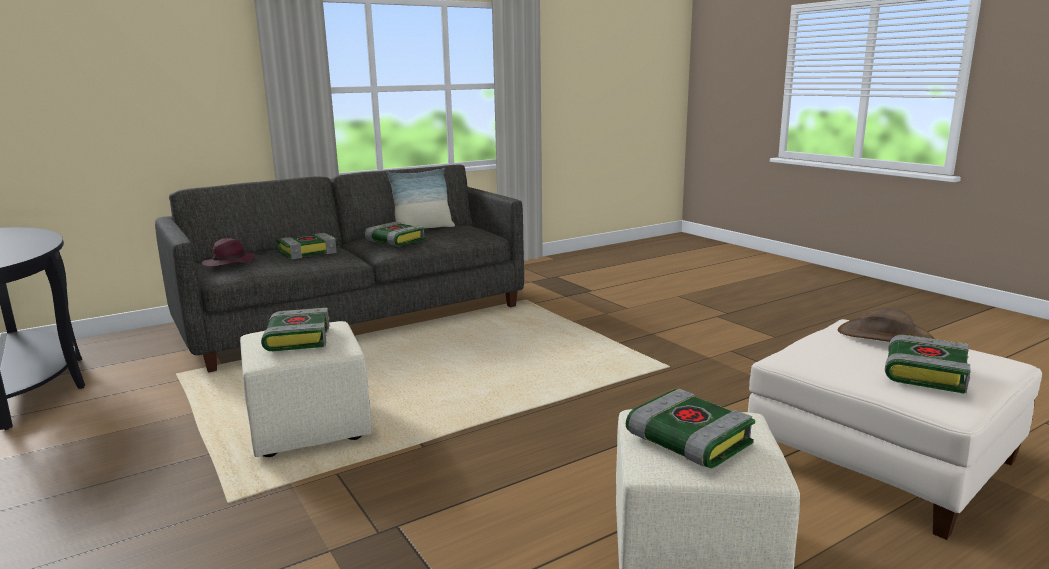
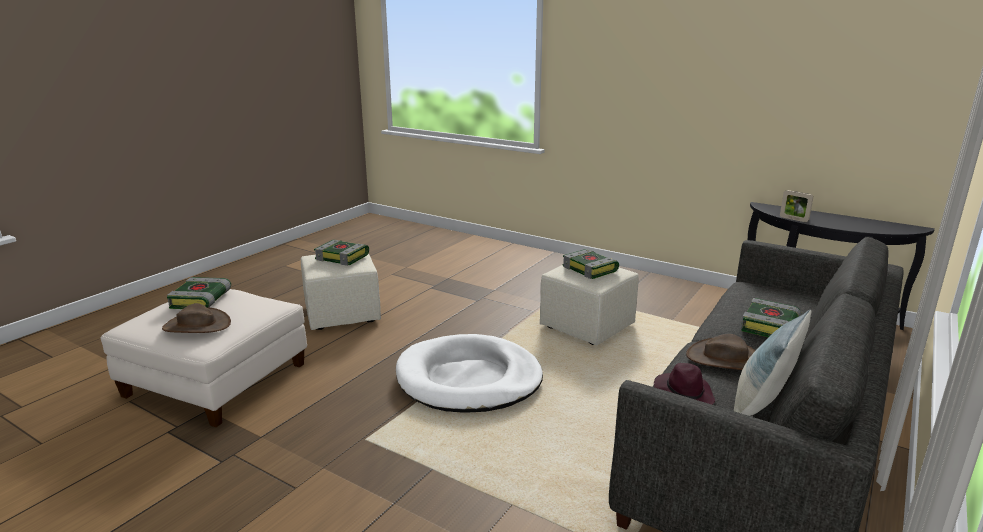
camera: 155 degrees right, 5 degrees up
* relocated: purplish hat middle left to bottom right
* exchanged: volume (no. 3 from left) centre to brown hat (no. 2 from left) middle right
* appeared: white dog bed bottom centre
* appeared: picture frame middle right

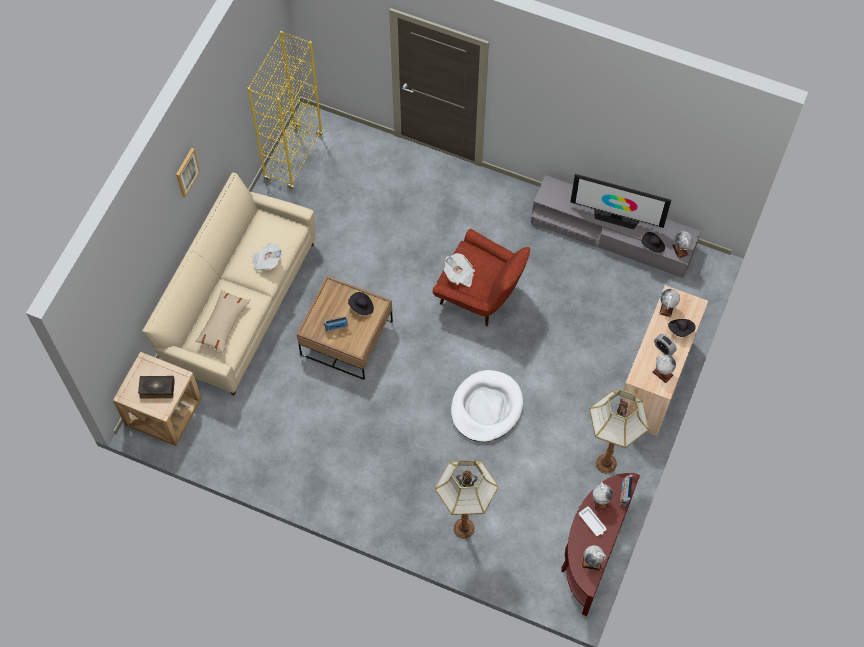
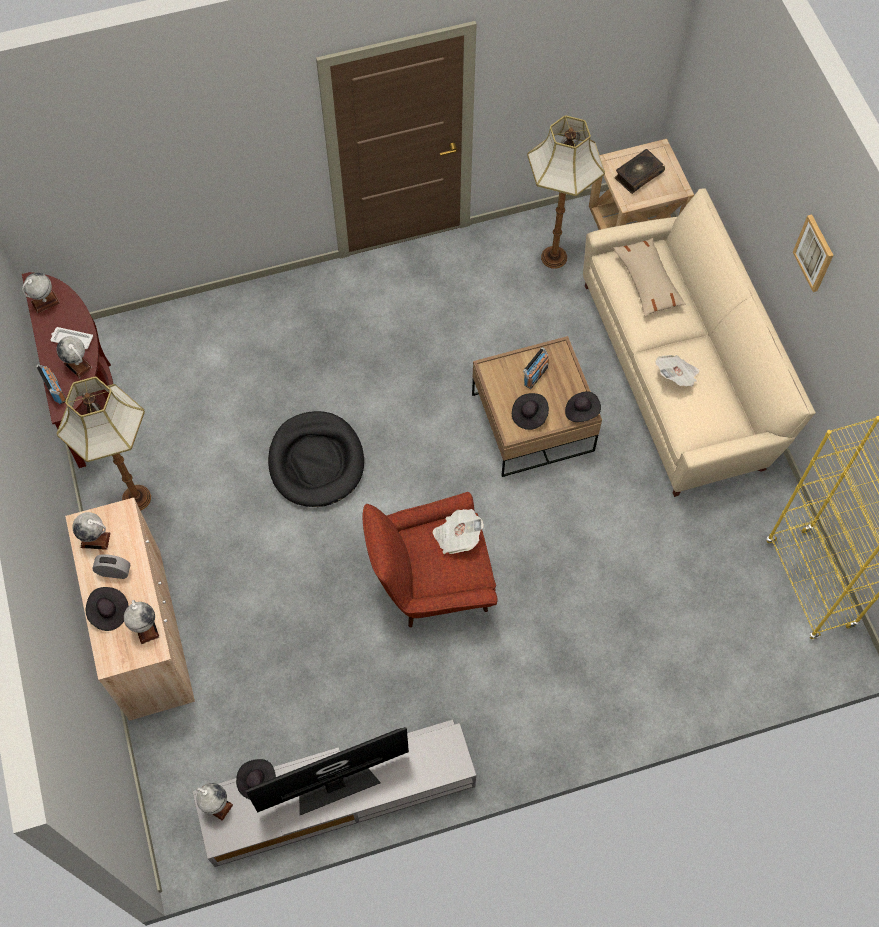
camera: 140 degrees right, 0 degrees up
* relocated: floor lamp (no. 1 from left in the first image) bottom centre to floor lamp (no. 2 from left) top centre
* colour: white dog bed centre to blackish dog bed centre
* appeared: blackish hat (no. 4 from left) centre

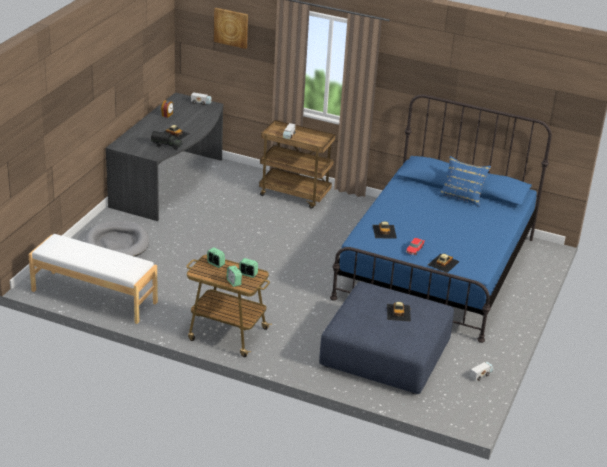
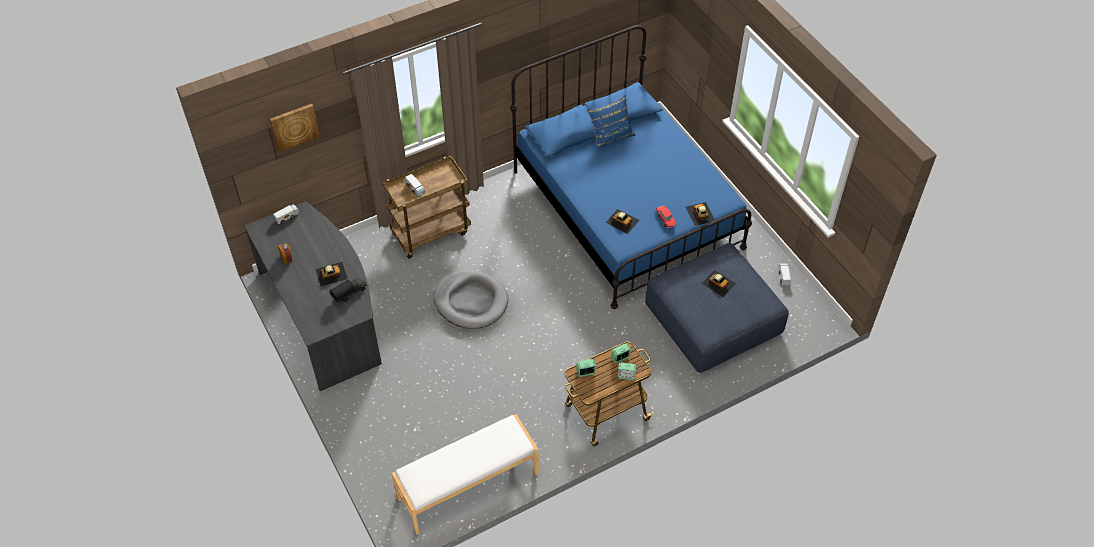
camera: 50 degrees left, 20 degrees up
* relocated: grey dog bed middle left to centre

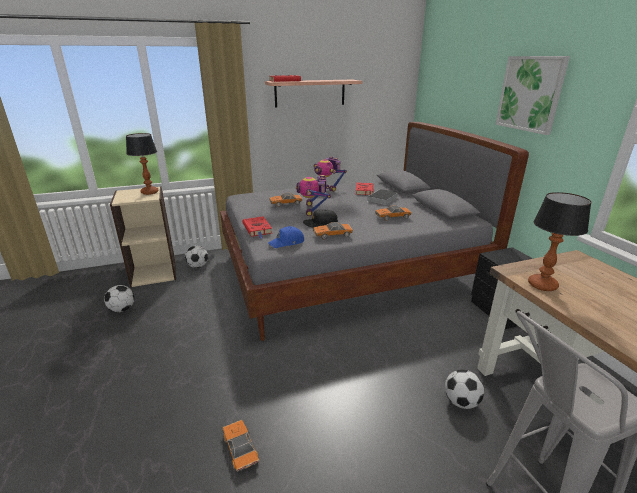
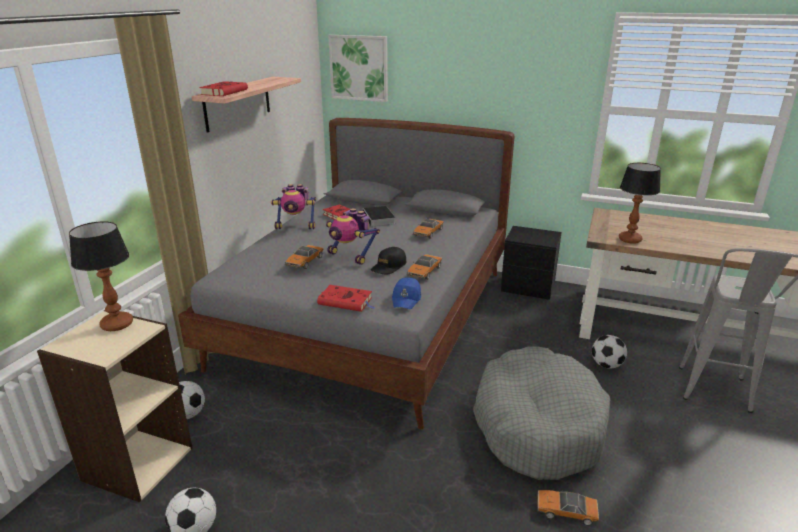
camera: 50 degrees left, 0 degrees up
* relocated: wall art top right to top centre
* appeared: grey dog bed bottom right

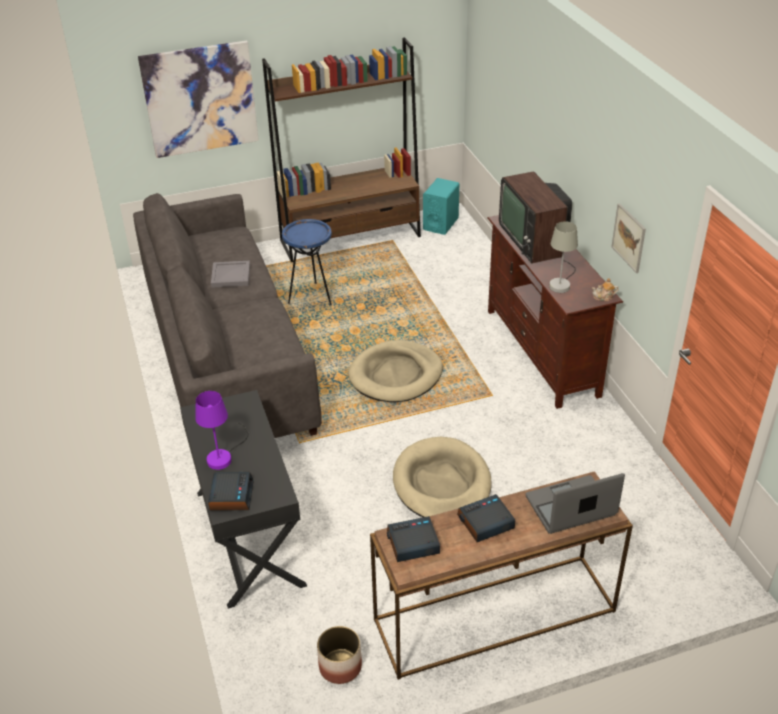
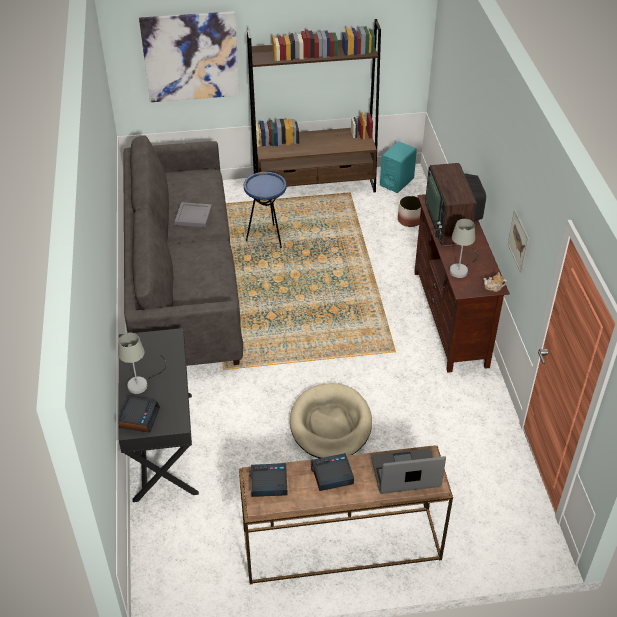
camera: 10 degrees right, 5 degrees up
* colour: purplish tabletop lamp middle left to grey tabletop lamp (no. 1 from left) middle left
* relocated: flower pot bottom centre to centre
* missing: beige-coloured dog bed (no. 1 from left) centre

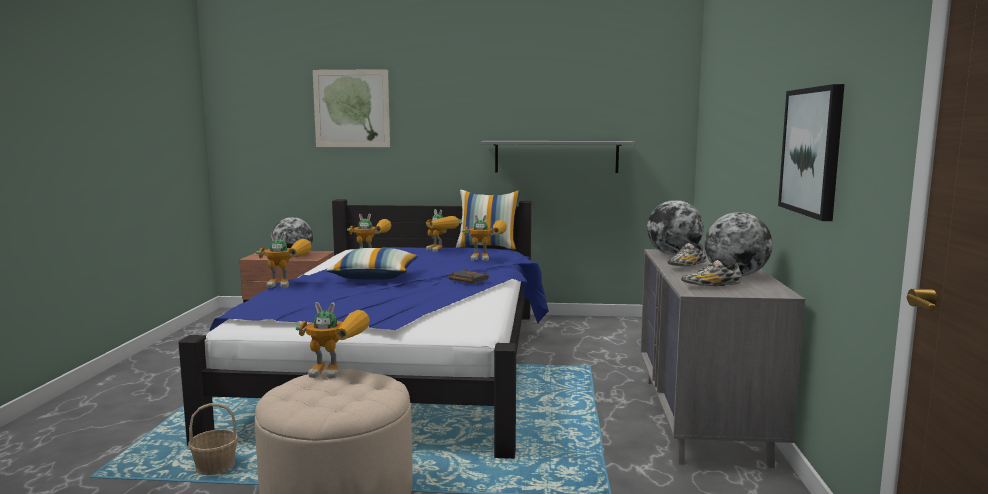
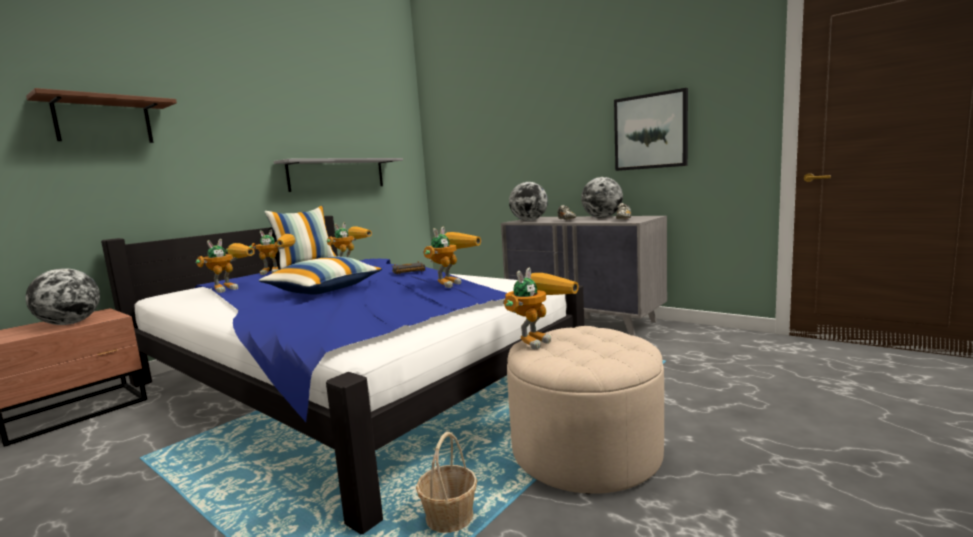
camera: 55 degrees left, 0 degrees up
* relocated: model robot (no. 1 from left in the first image) middle left to model robot (no. 4 from left) centre
* exchanged: wall art (no. 1 from left) top centre to brown bracket shelf top left

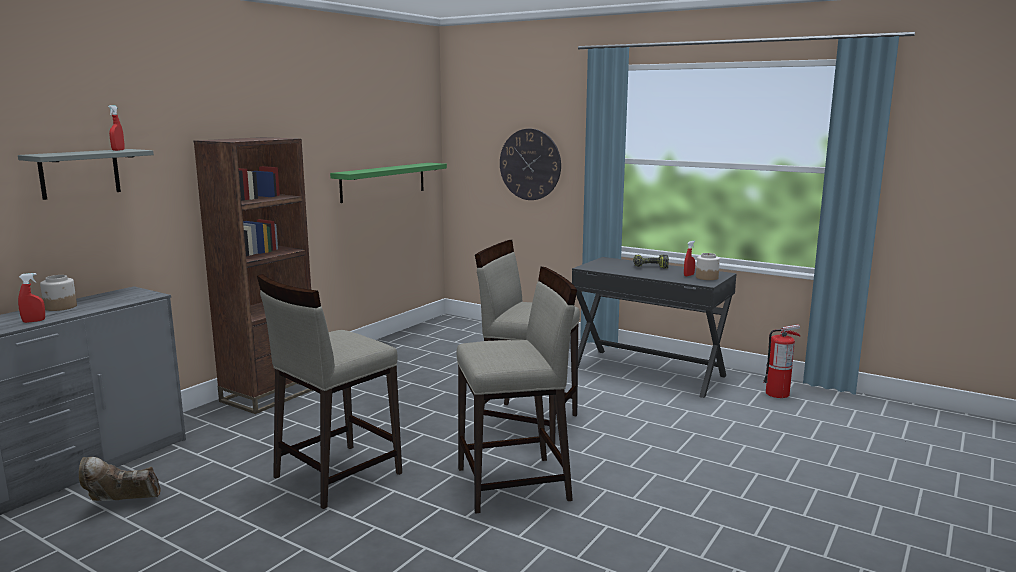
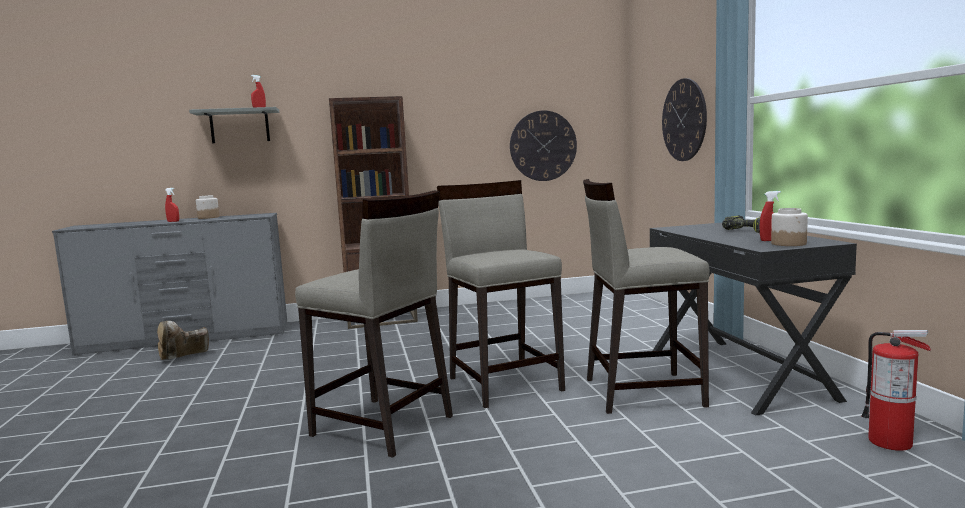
camera: 45 degrees right, 5 degrees down
* spun: brown tall boot bottom left = bottom left 75 degrees counterclockwise
* relocated: beige-coloured stool seat (no. 1 from left in the first image) bottom left to beige-coloured stool seat (no. 3 from left) middle right
* exchanged: greenish bracket shelf top centre to clock on the wall (no. 1 from left) top centre

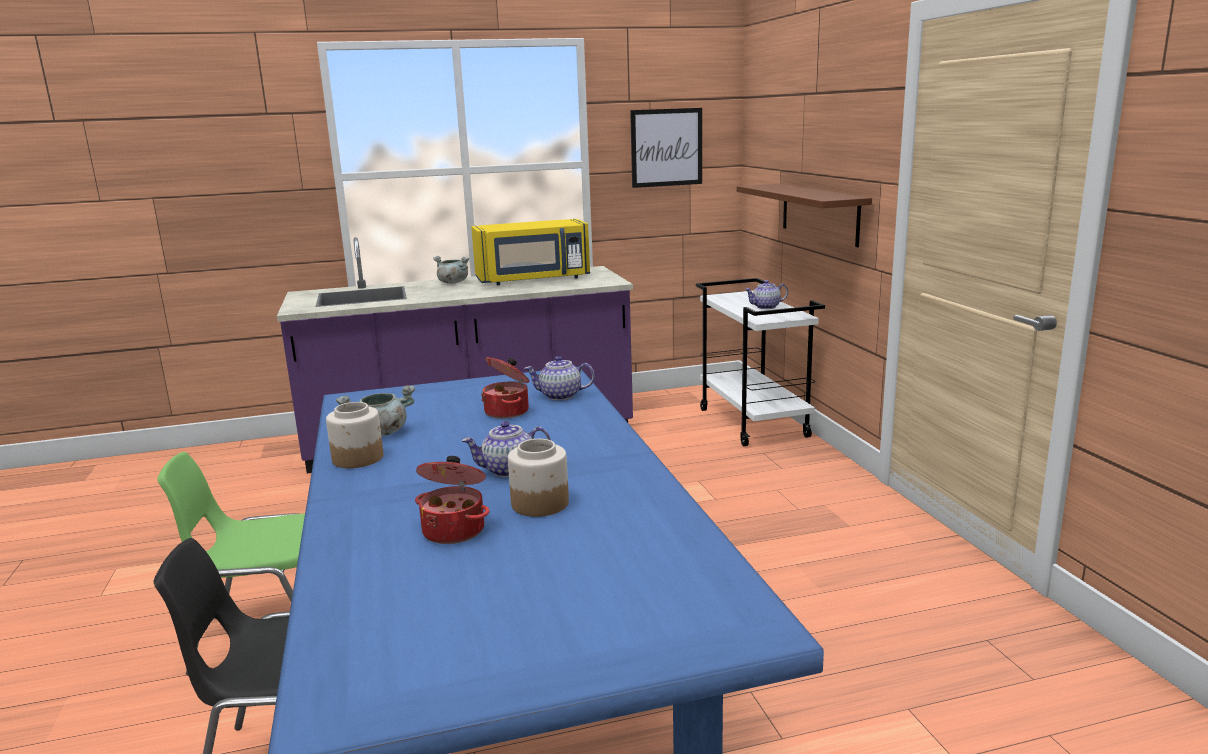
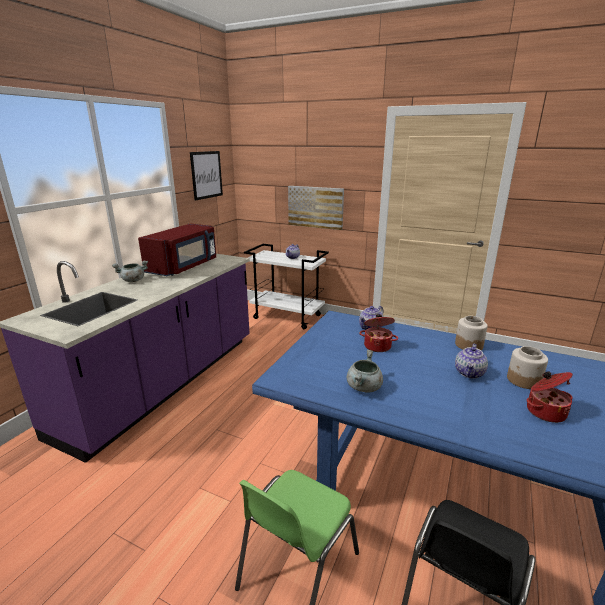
camera: 50 degrees left, 5 degrees up
* relocated: preserve jar (no. 1 from left) middle left to middle right
* colour: yellowish microwave centre to red-coloured microwave middle left
* exchanged: brown bracket shelf top centre to wall art (no. 2 from left) centre

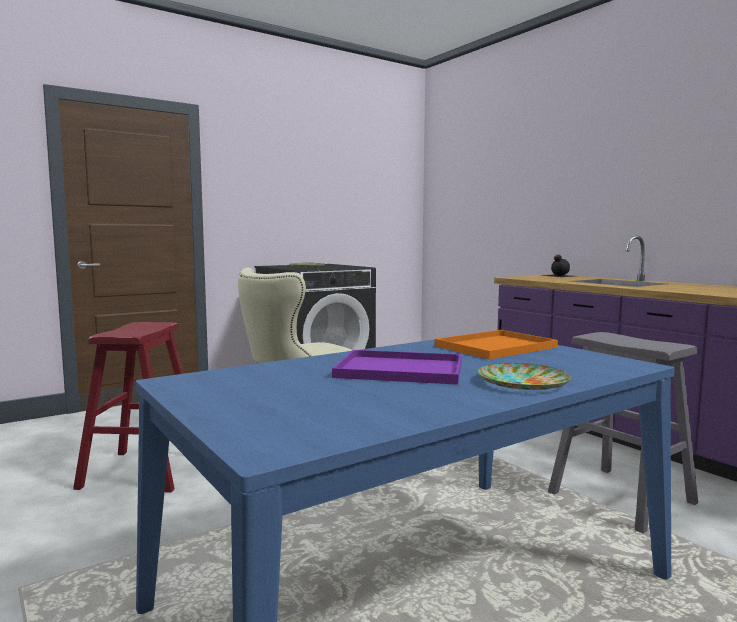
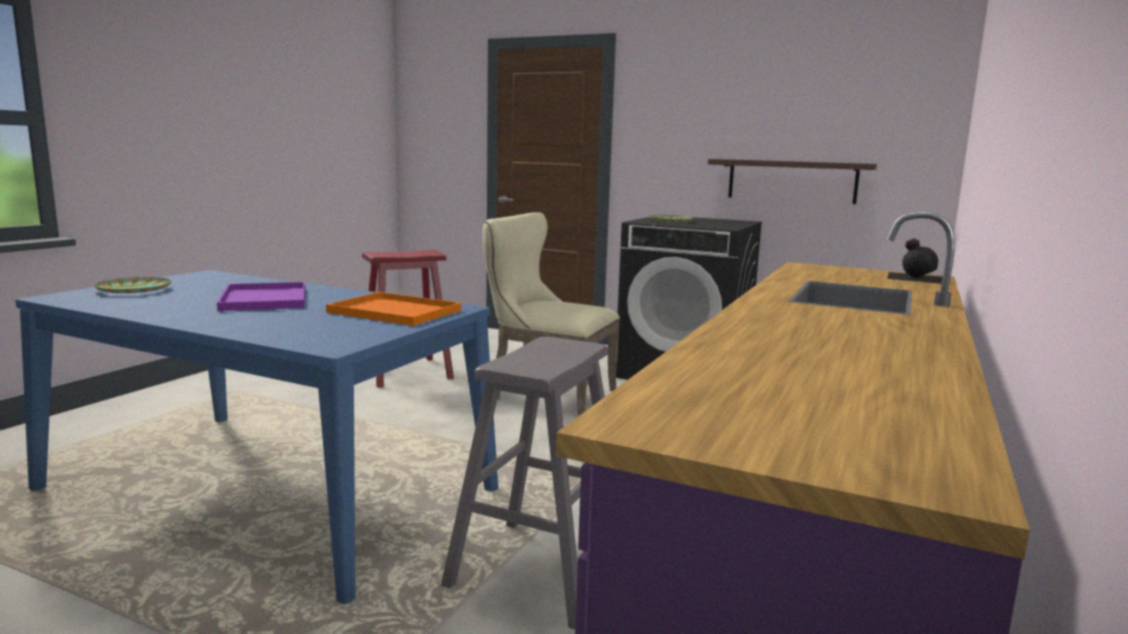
camera: 60 degrees right, 5 degrees up
* relocated: plate (no. 2 from left in the first image) middle right to plate (no. 1 from left) middle left
* appeared: bracket shelf top right

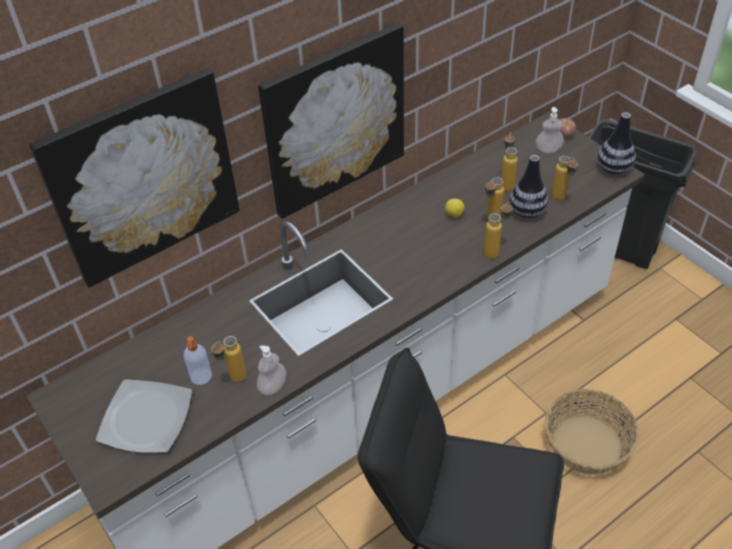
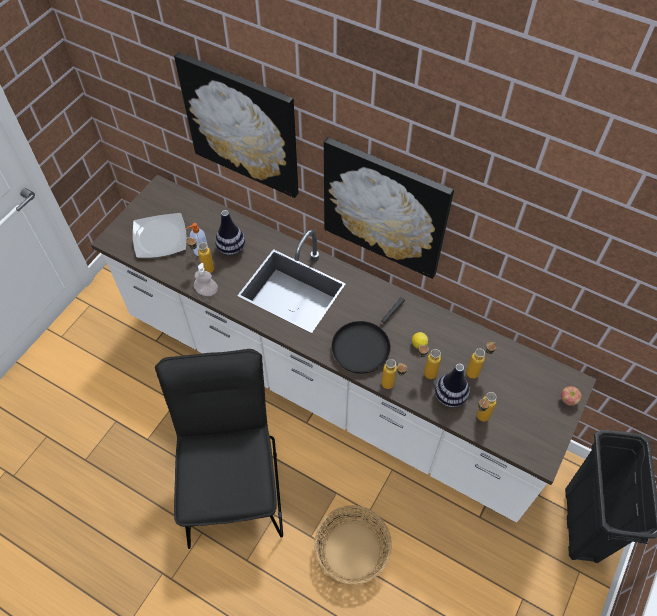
camera: 65 degrees right, 10 degrees up
* missing: liquid soap bottle (no. 3 from left) top right
* relocated: flower vase (no. 2 from left in the first image) top right to flower vase (no. 1 from left) centre
* appeared: blackish pan centre

